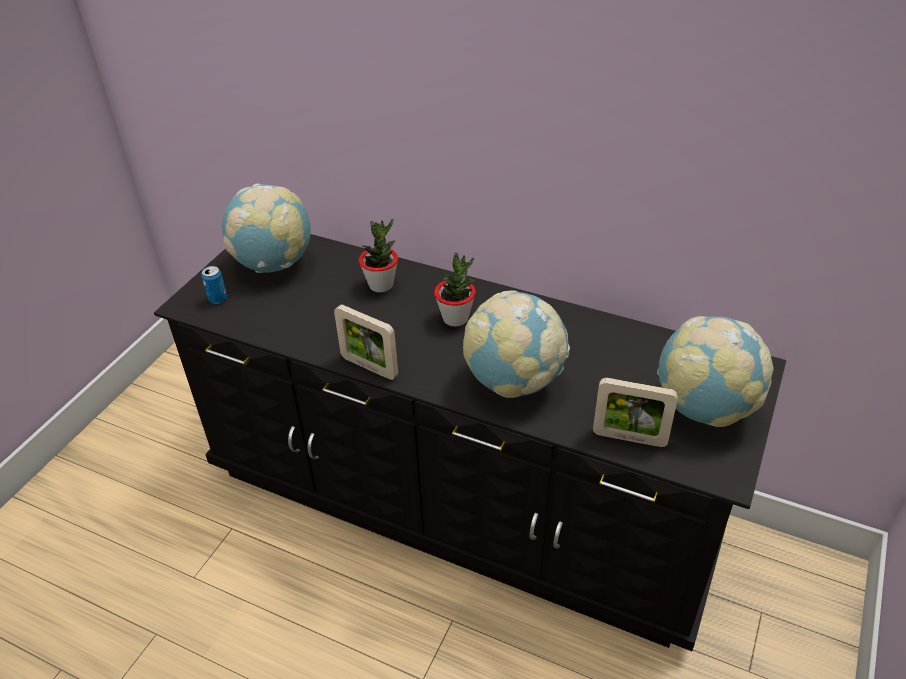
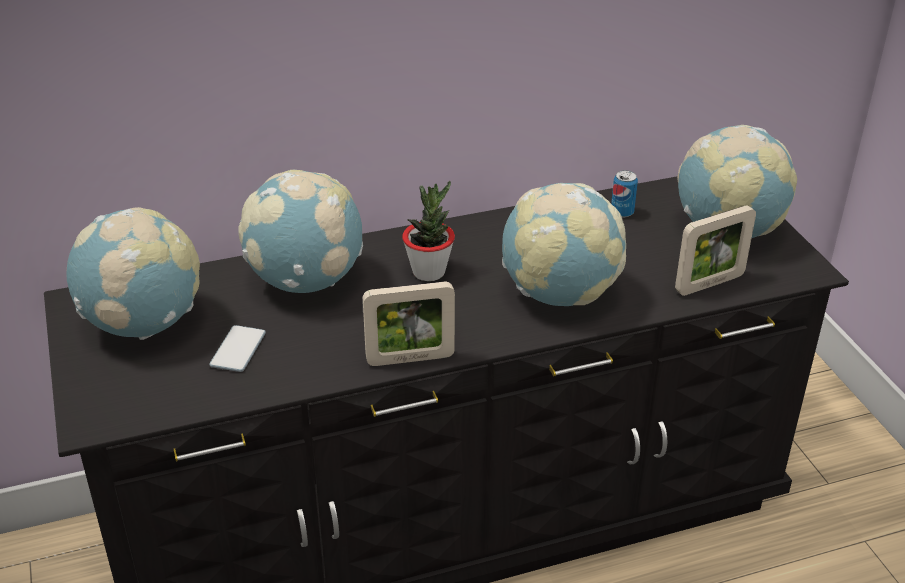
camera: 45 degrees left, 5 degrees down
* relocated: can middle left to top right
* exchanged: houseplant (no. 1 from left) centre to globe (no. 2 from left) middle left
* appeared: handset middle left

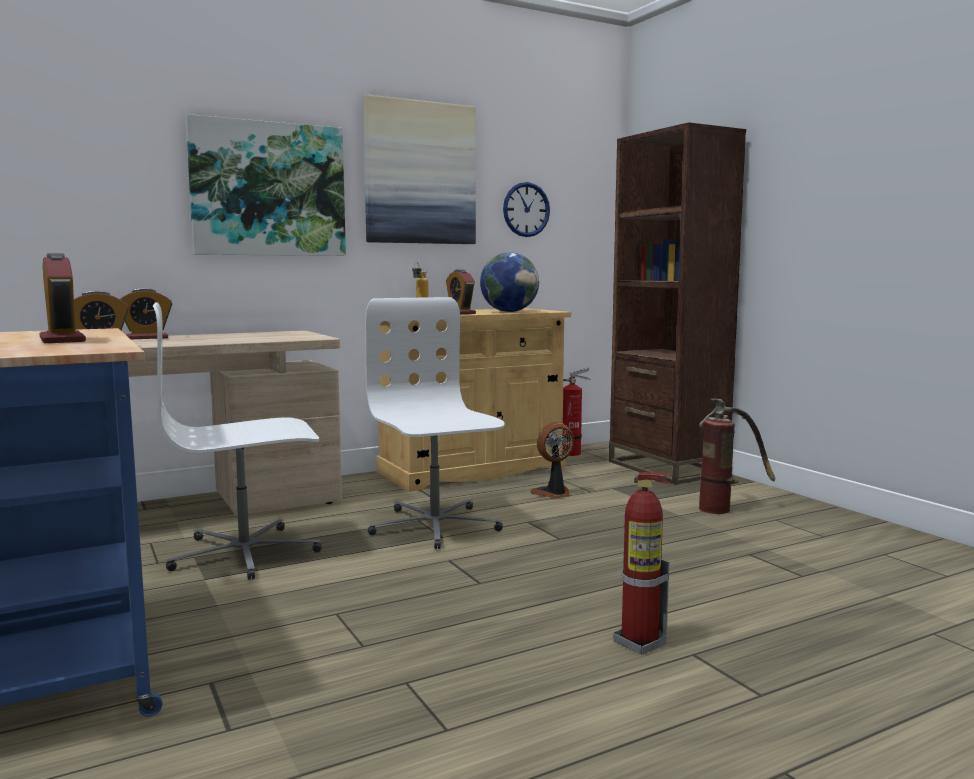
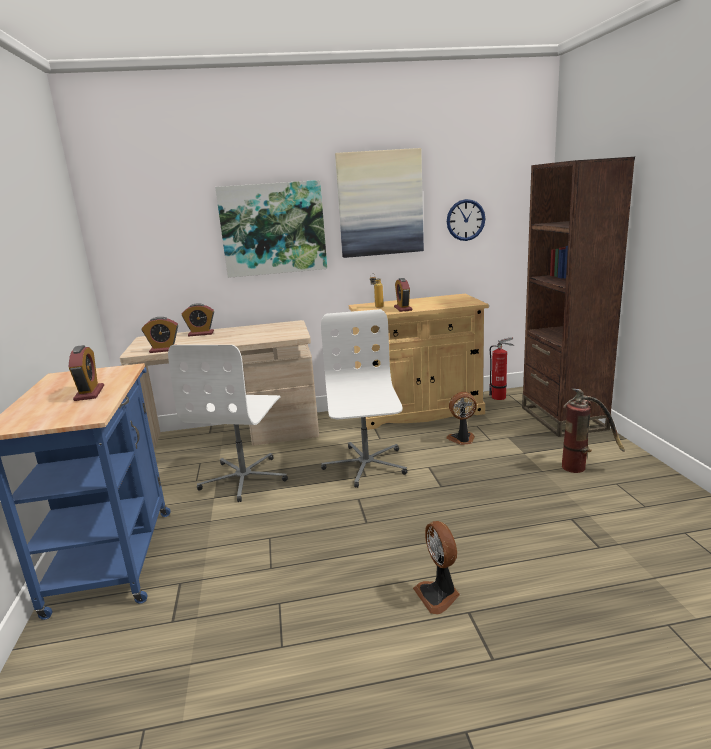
camera: 20 degrees right, 10 degrees up
* spun: white computer chair (no. 1 from left) middle left = middle left 75 degrees counterclockwise
* missing: globe centre
* exchanged: fire extinguisher (no. 2 from left) bottom centre to fan (no. 1 from left) bottom centre

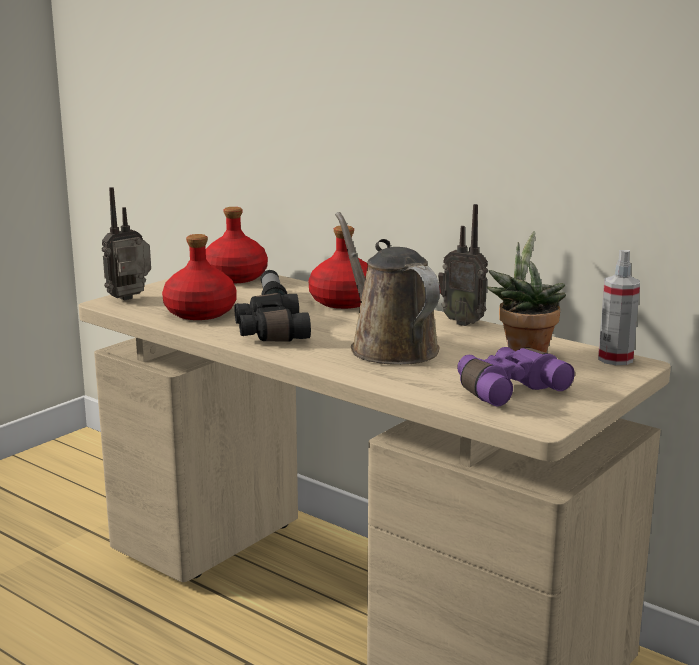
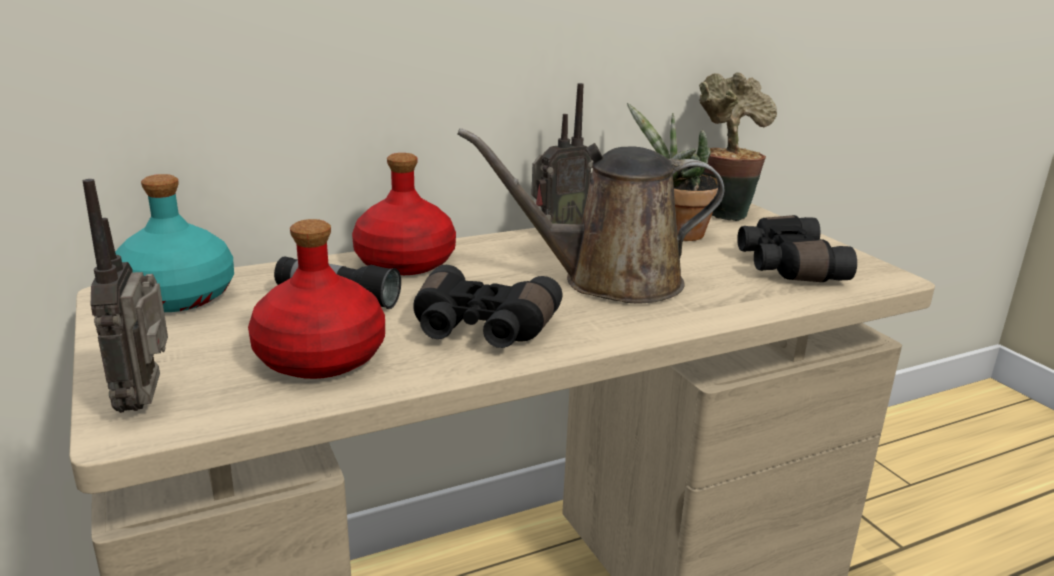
camera: 65 degrees left, 5 degrees up
* colour: red-coloured drink bottle (no. 2 from left) centre to blue-green drink bottle middle left
* colour: purplish field glasses middle right to blackish field glasses (no. 2 from left) middle right
* exchanged: sprayer middle right to houseplant (no. 2 from left) top right

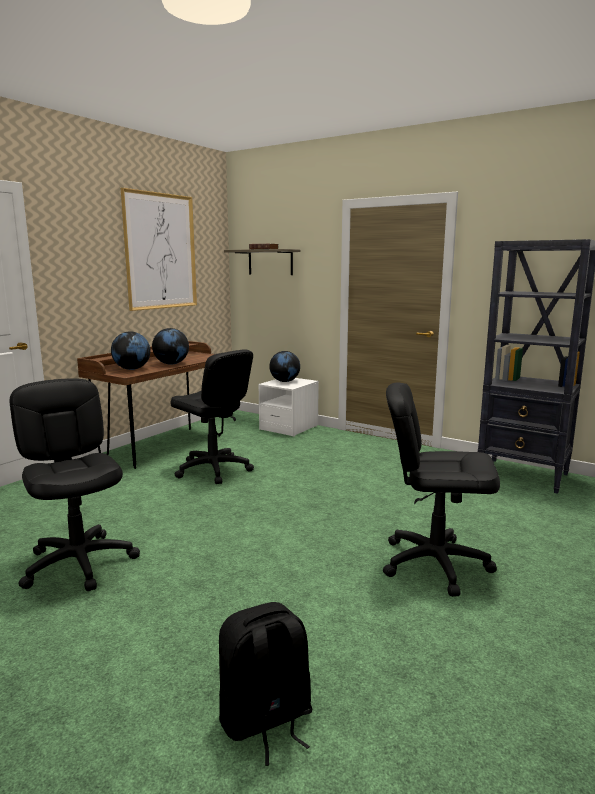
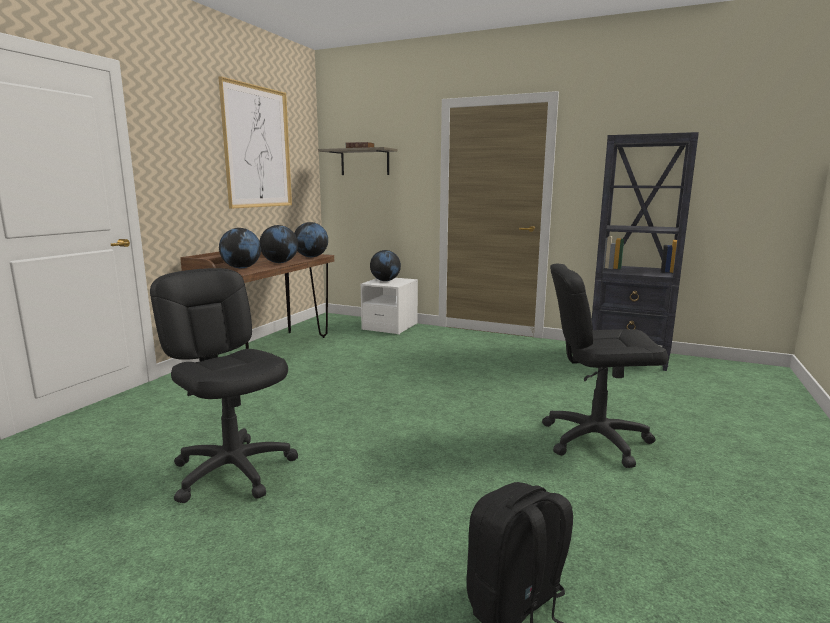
camera: 10 degrees left, 0 degrees up
* missing: blackish computer chair (no. 2 from left) centre
* appeared: globe (no. 3 from left) centre

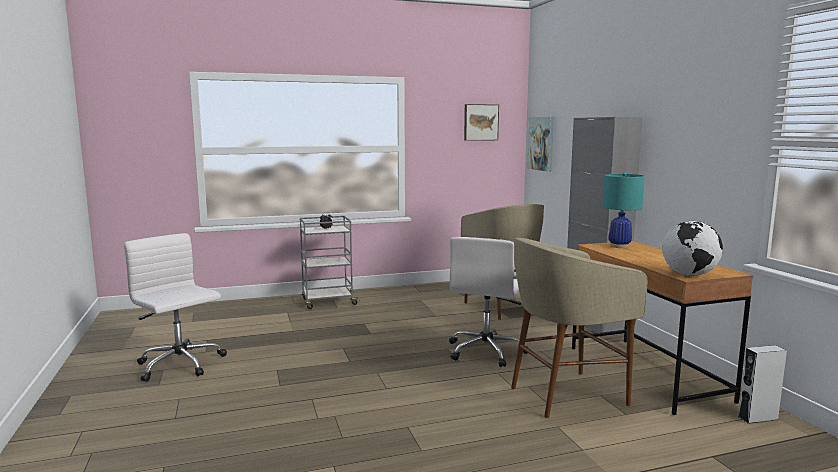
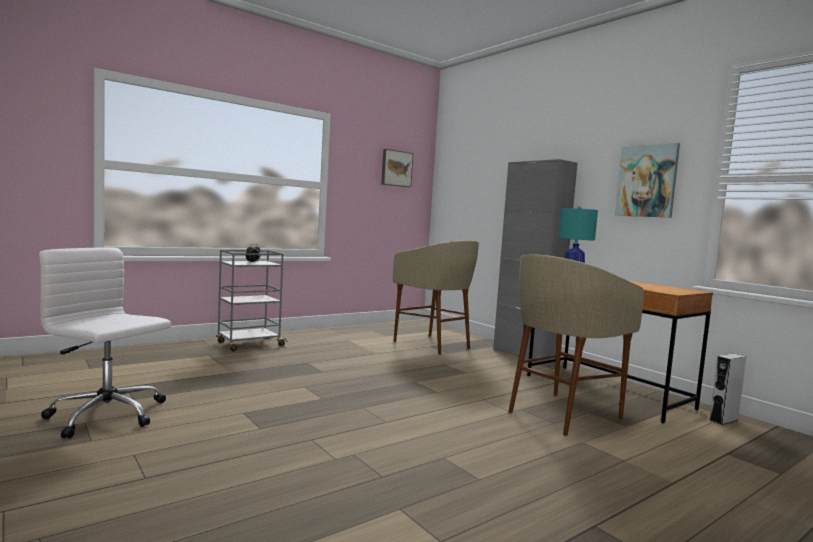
camera: 20 degrees left, 5 degrees down
* missing: white computer chair (no. 2 from left) centre
* relocated: wall art (no. 2 from left) top centre to top right
* missing: globe middle right

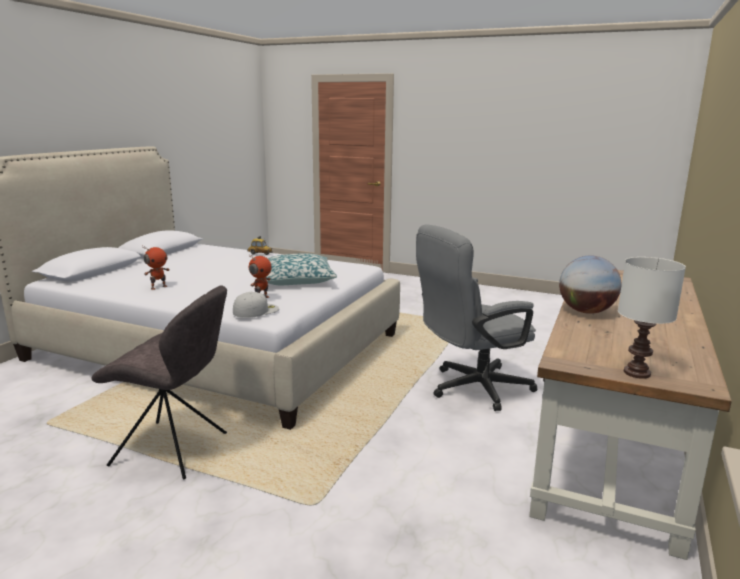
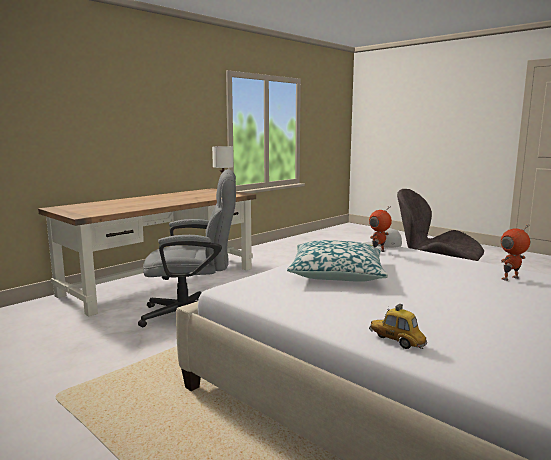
camera: 160 degrees left, 5 degrees down
* missing: globe middle right

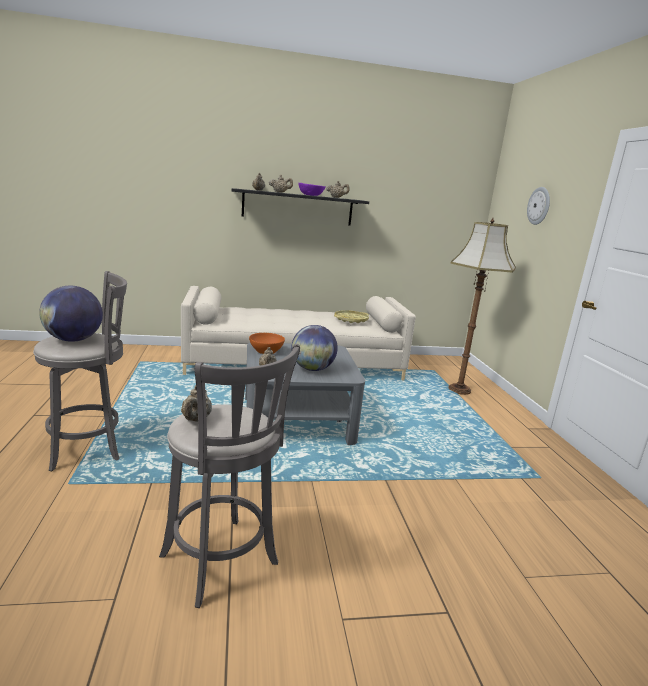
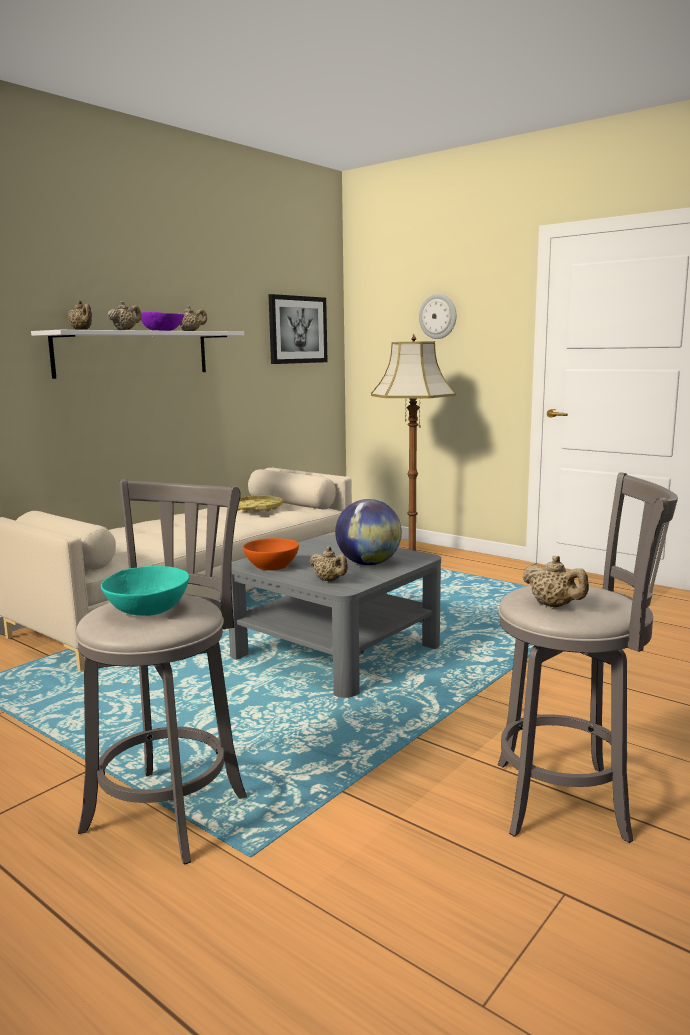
camera: 40 degrees left, 5 degrees down
* exchanged: globe (no. 1 from left) middle left to blue-green bowl middle left
* colour: blackish bracket shelf top centre to white bracket shelf middle left
* appeared: wall art top centre

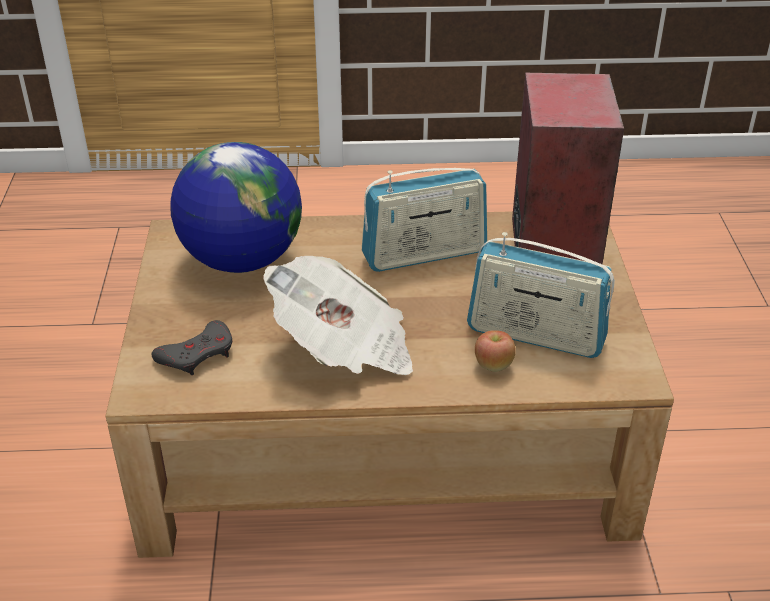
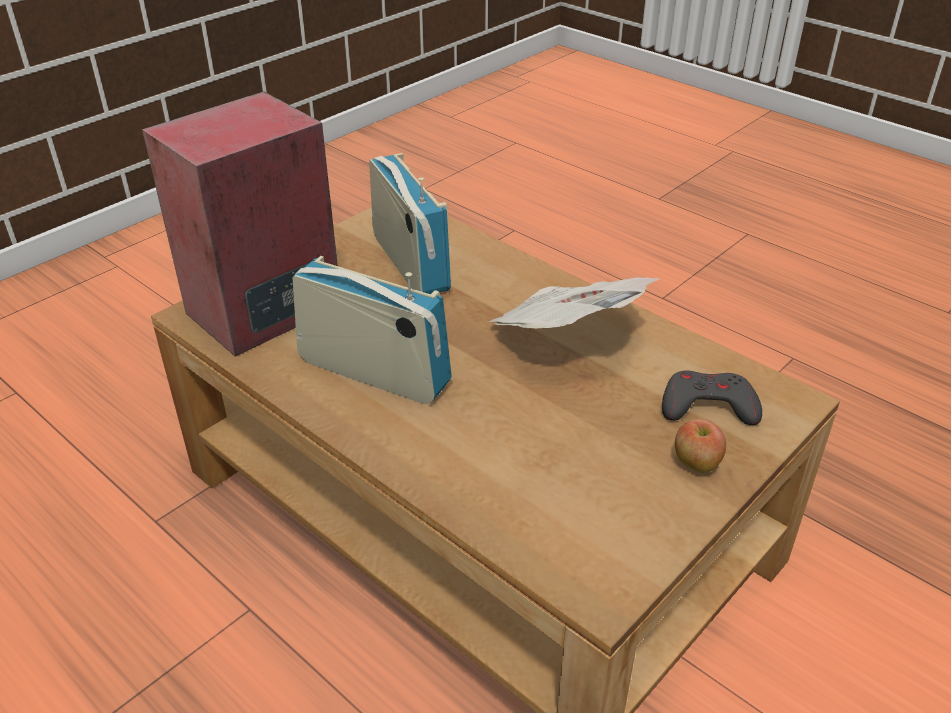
camera: 135 degrees left, 0 degrees up
* missing: globe middle left
* relocated: apple centre to middle right

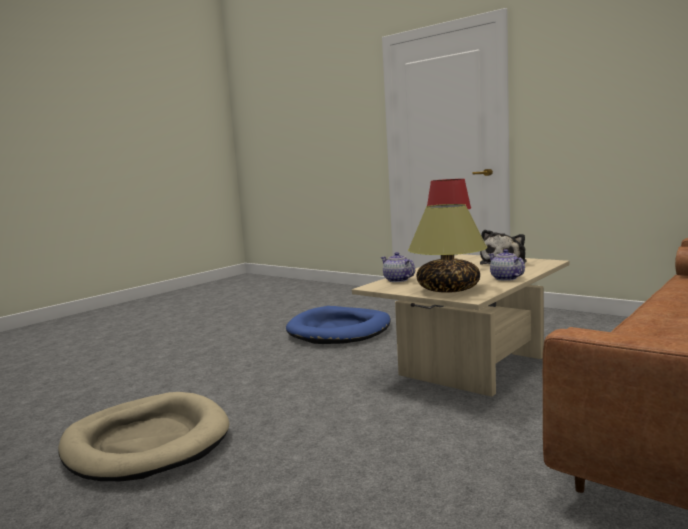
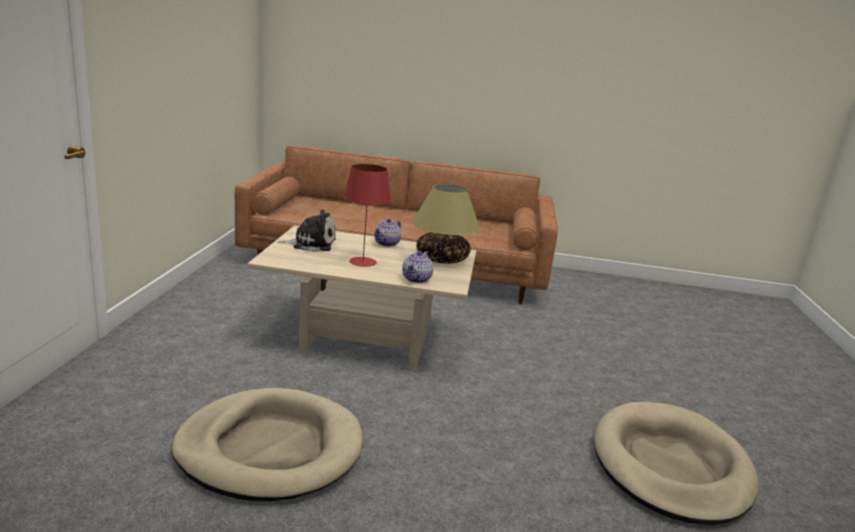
camera: 125 degrees left, 10 degrees up
* colour: blue-coloured dog bed centre to beige-coloured dog bed (no. 1 from left) bottom left

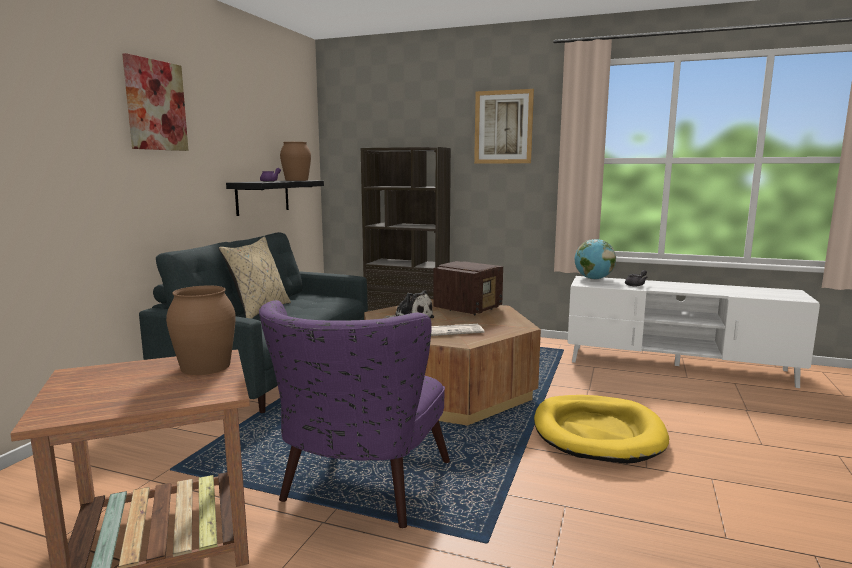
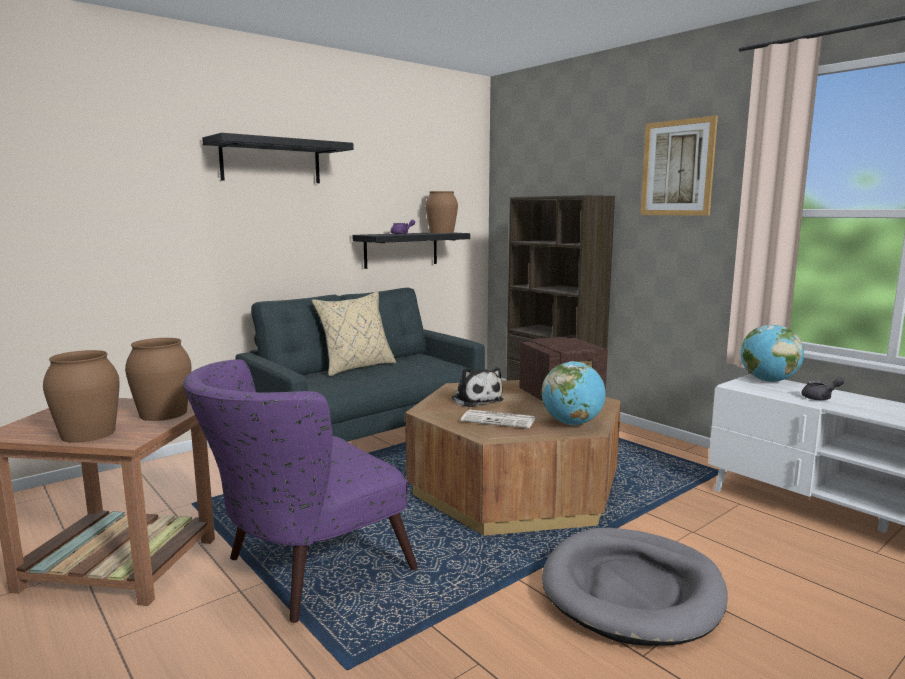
camera: 30 degrees right, 0 degrees up
* exchanged: wall art (no. 1 from left) top left to blackish bracket shelf (no. 1 from left) top left
* colour: yellowish dog bed bottom right to grey dog bed bottom right
* appeared: brown flower vase (no. 1 from left) middle left
* appeared: globe (no. 1 from left) centre

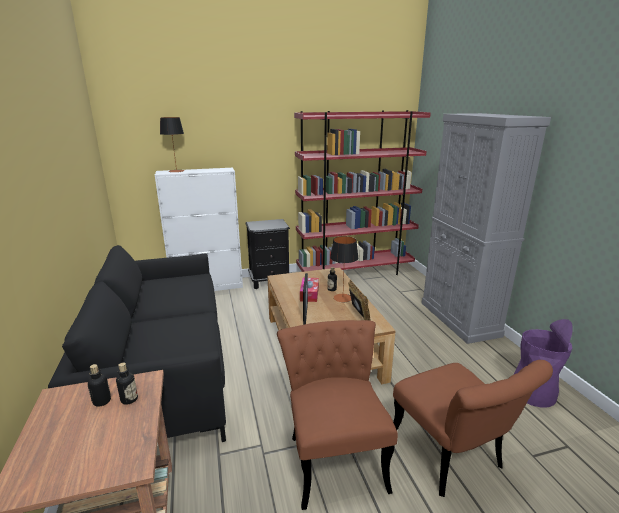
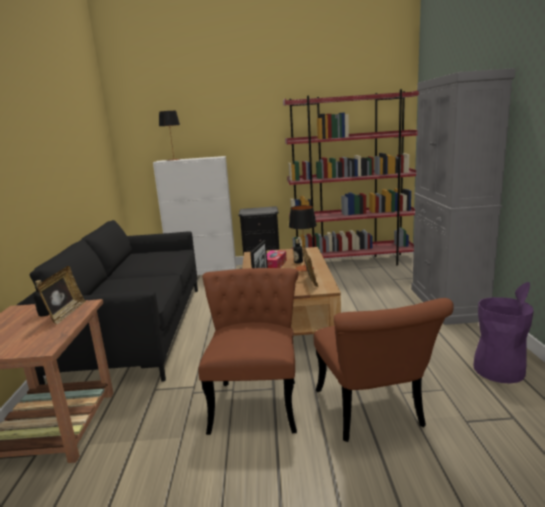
camera: 15 degrees right, 5 degrees down
* exchanged: drink bottle (no. 2 from left) bottom left to picture frame (no. 1 from left) middle left

